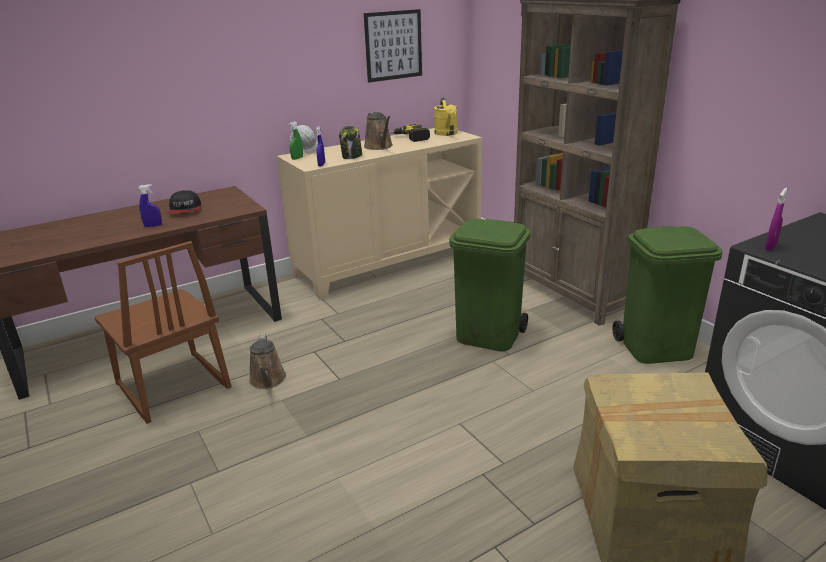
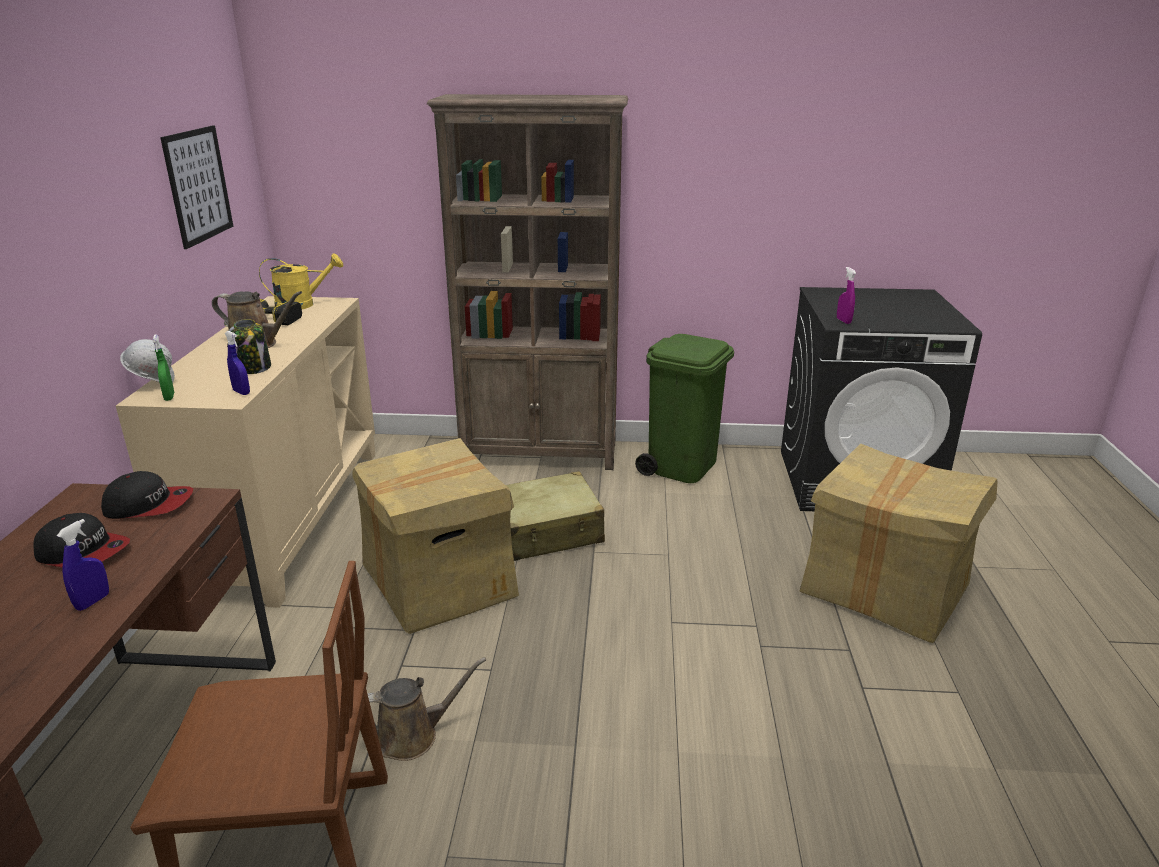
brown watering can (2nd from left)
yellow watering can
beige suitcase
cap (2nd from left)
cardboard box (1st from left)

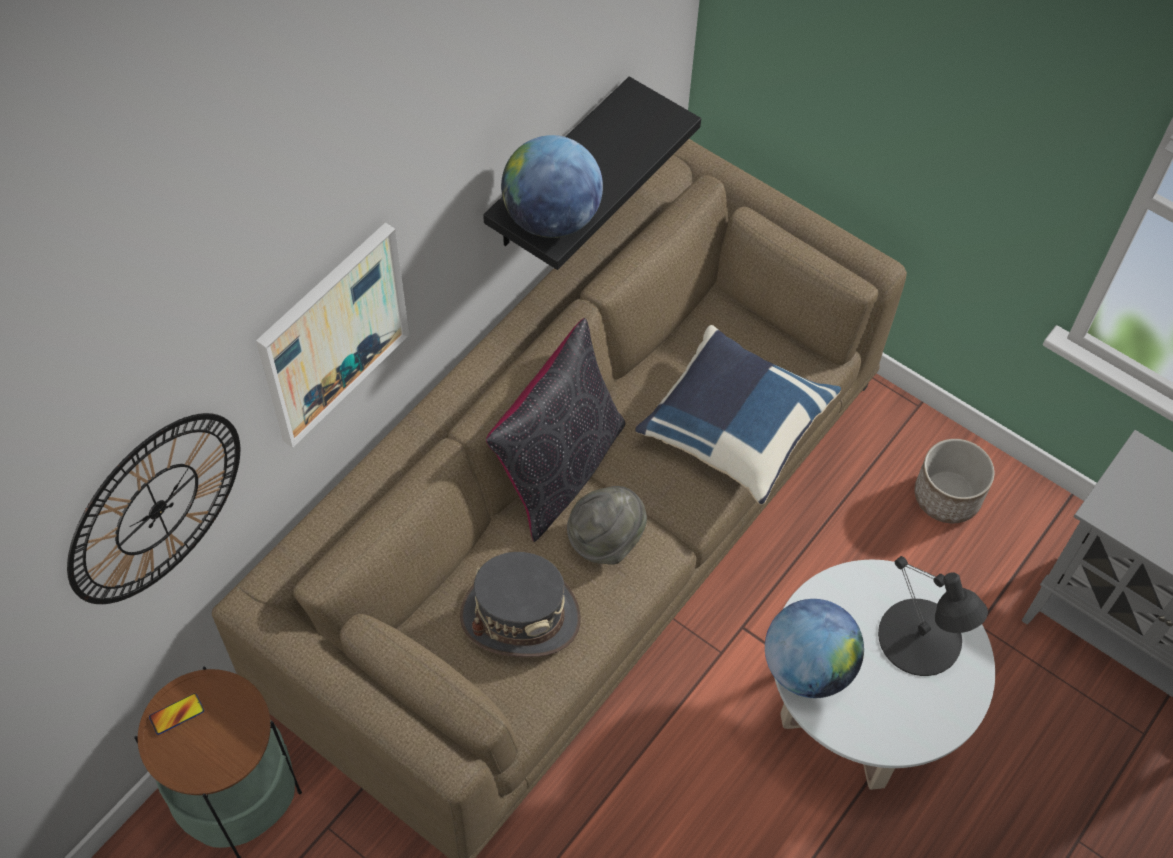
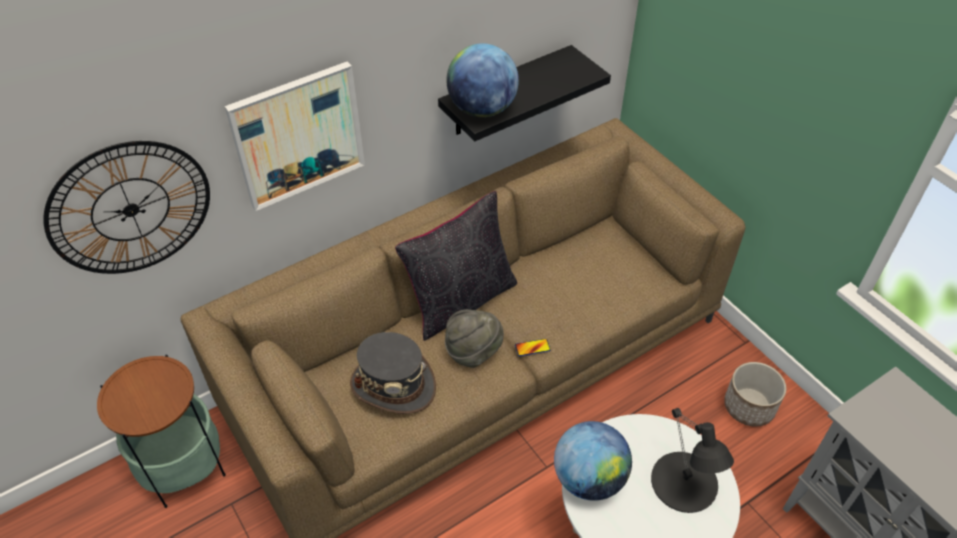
phone
blue pillow

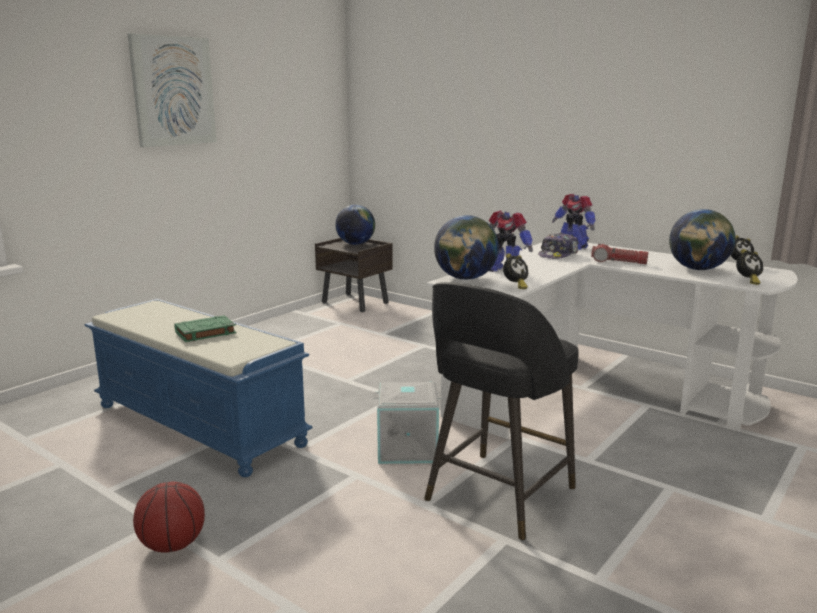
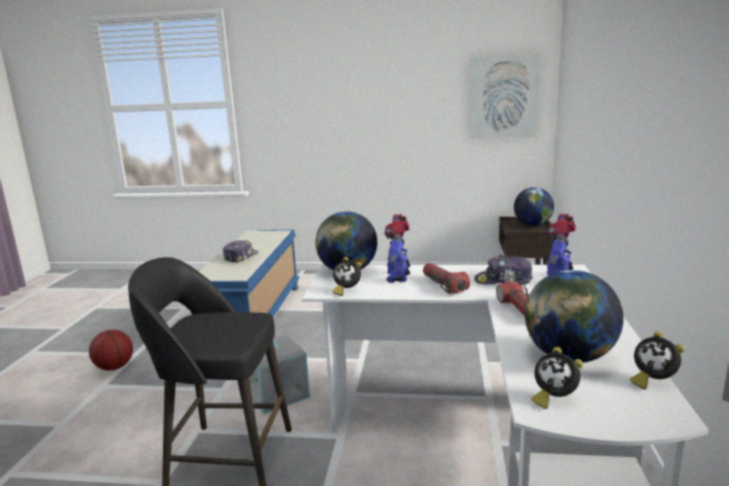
picture
cap (1st from left)
flashlight (1st from left)

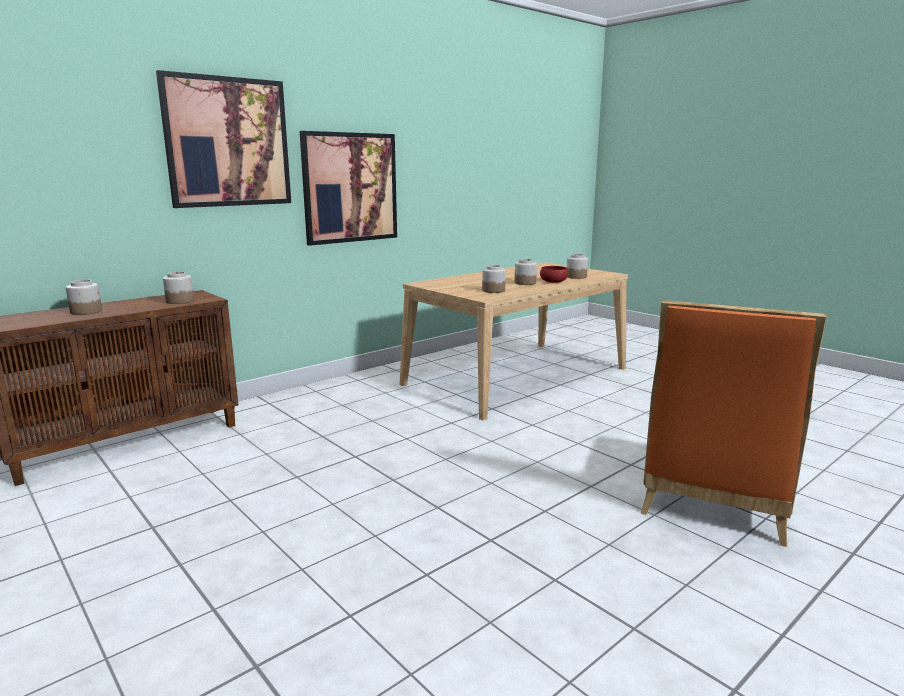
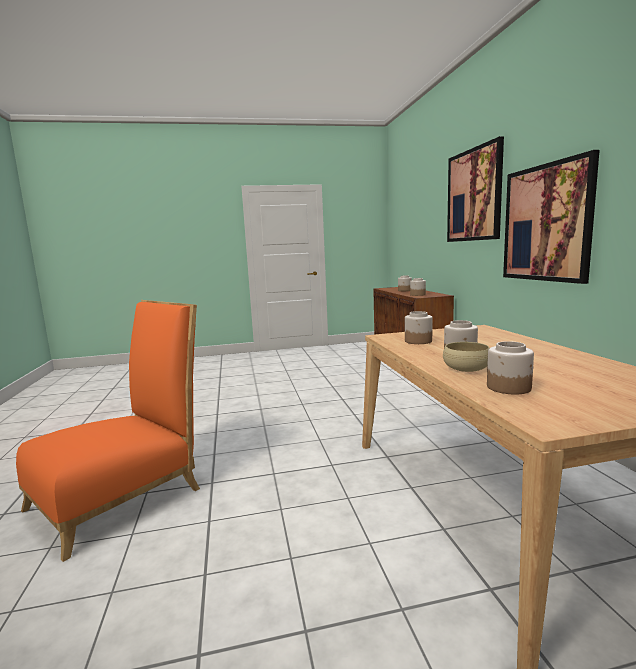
beige bowl
orange chair

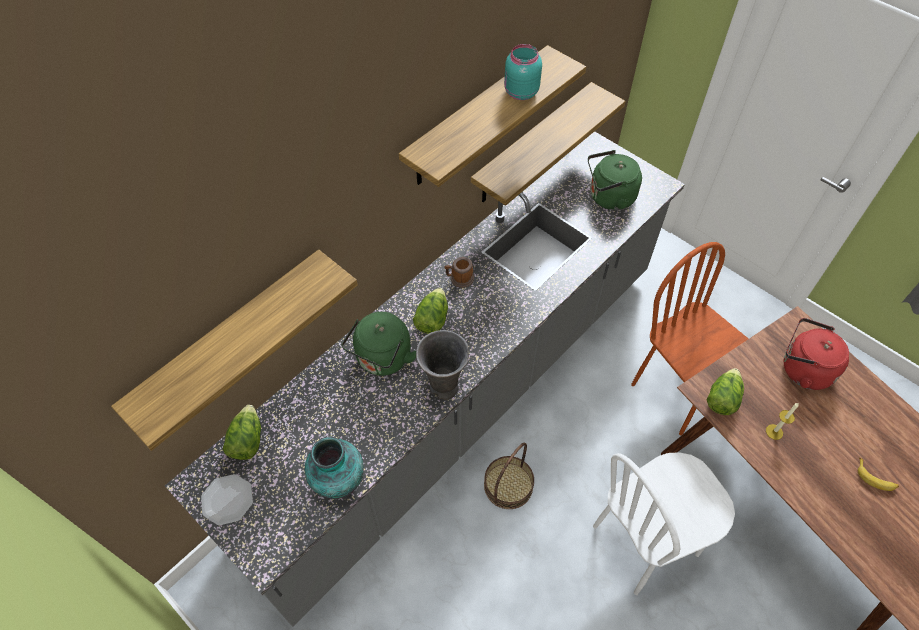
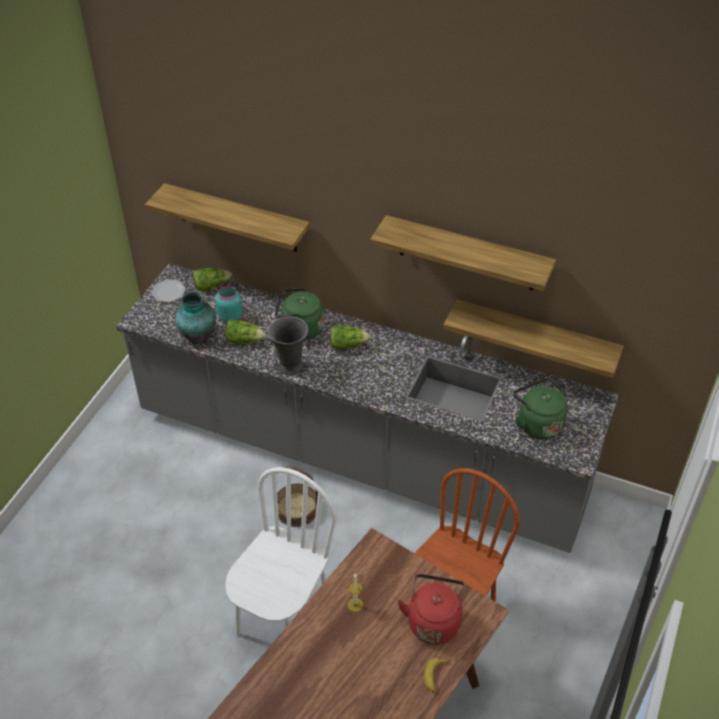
mug
turquoise jar
white chair
lettuce (2nd from left)
banana

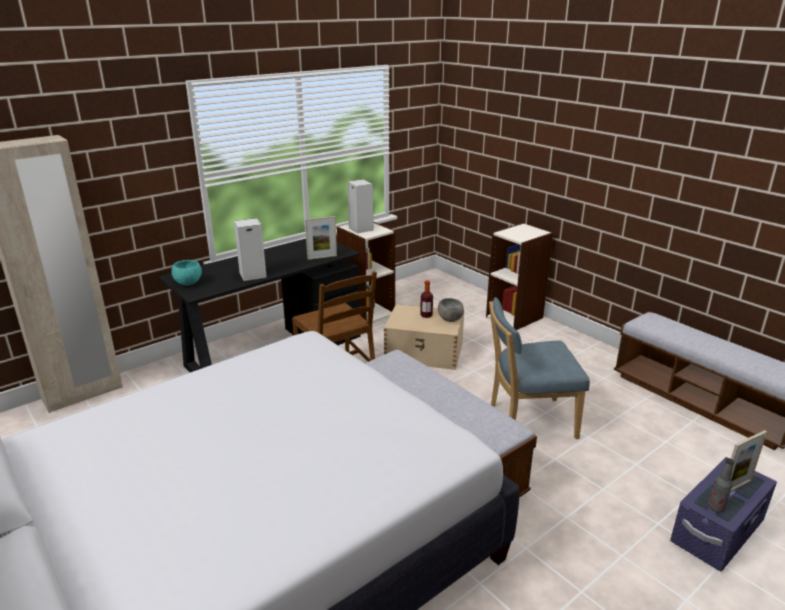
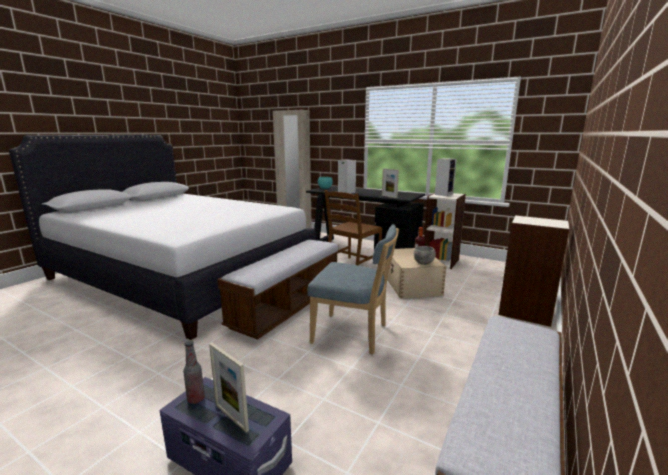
blue chair

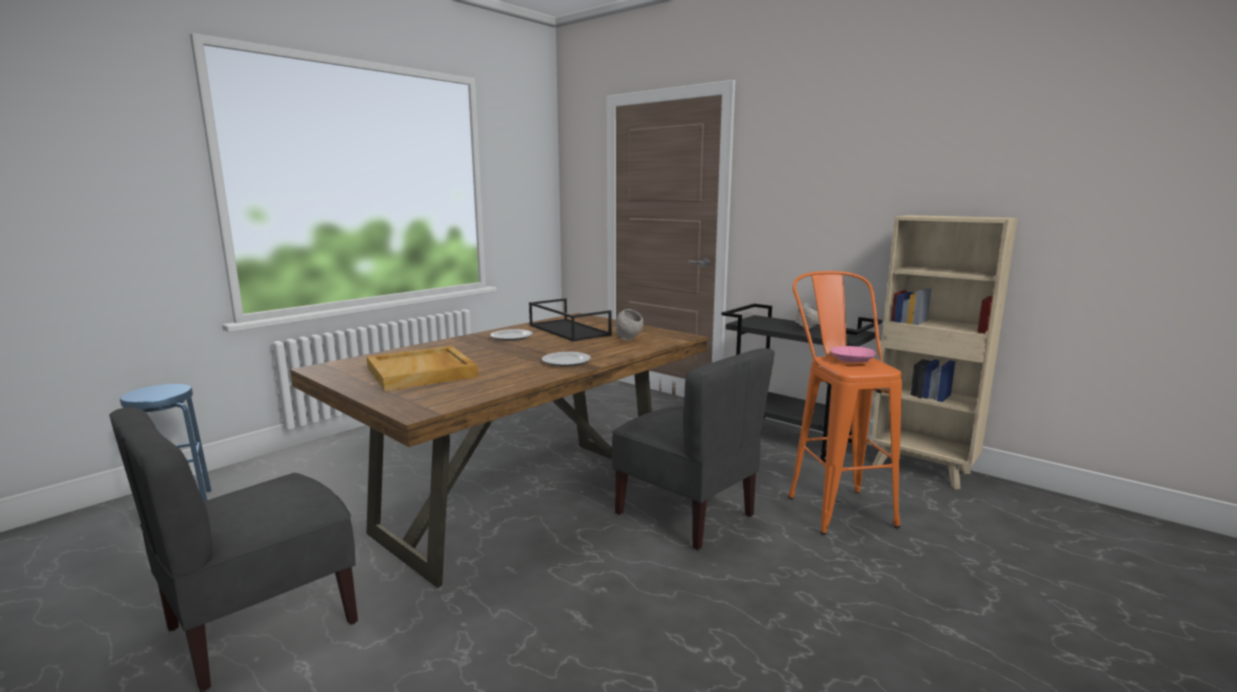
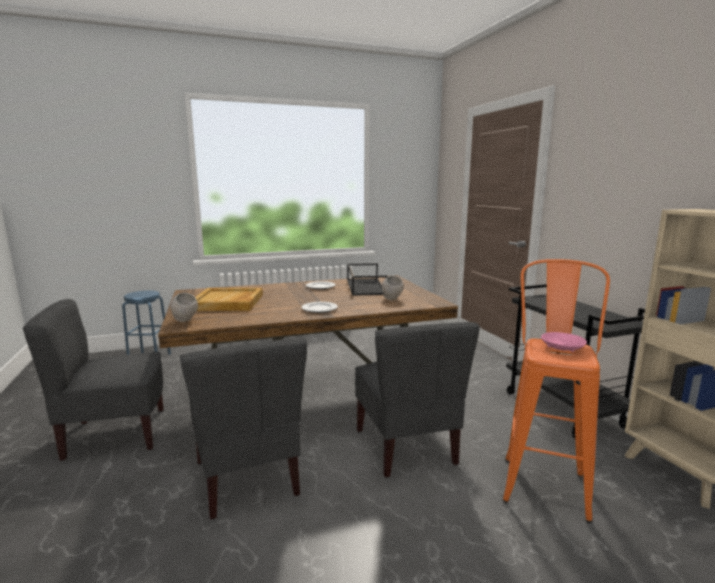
grey bowl (1st from left)
grey chair (2nd from left)

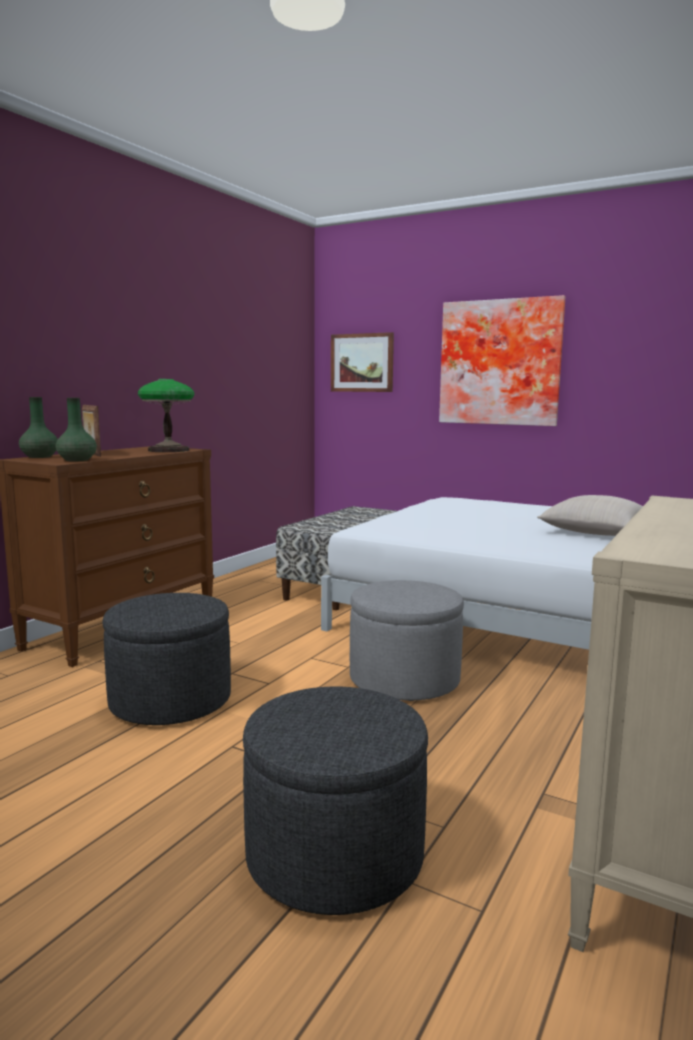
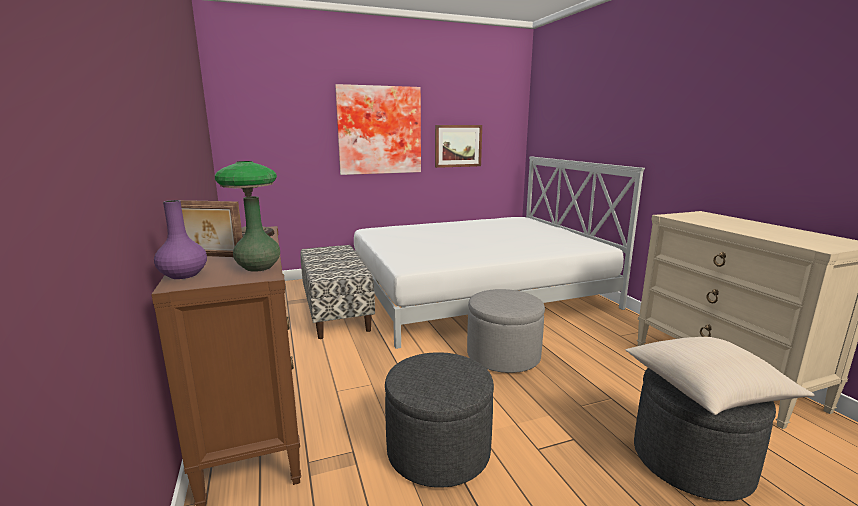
purple vase
picture (2nd from left)
beige pillow

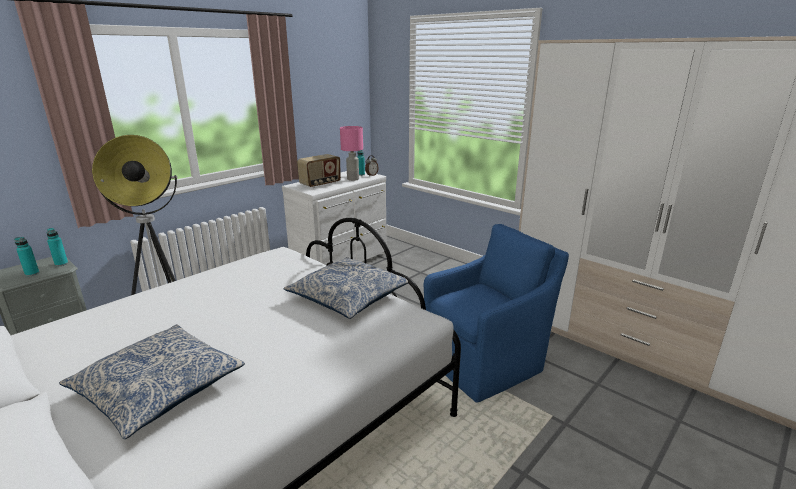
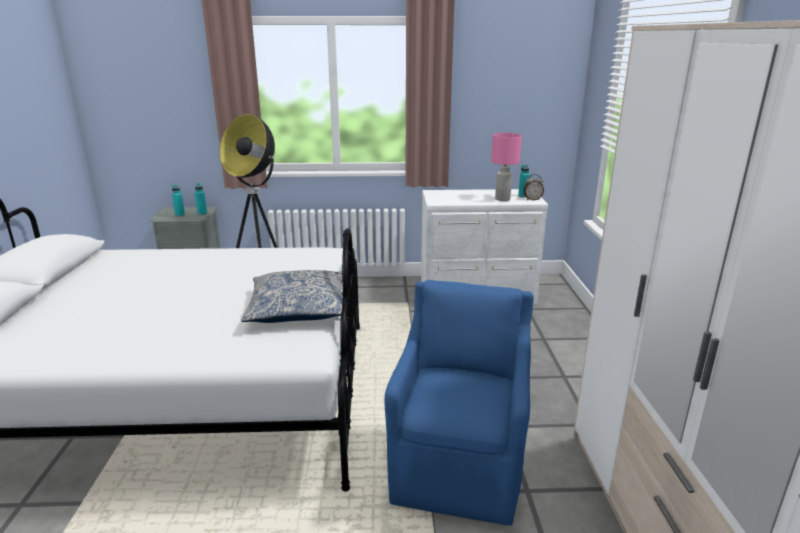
pillow (1st from left in the first image)
radio
blue armchair

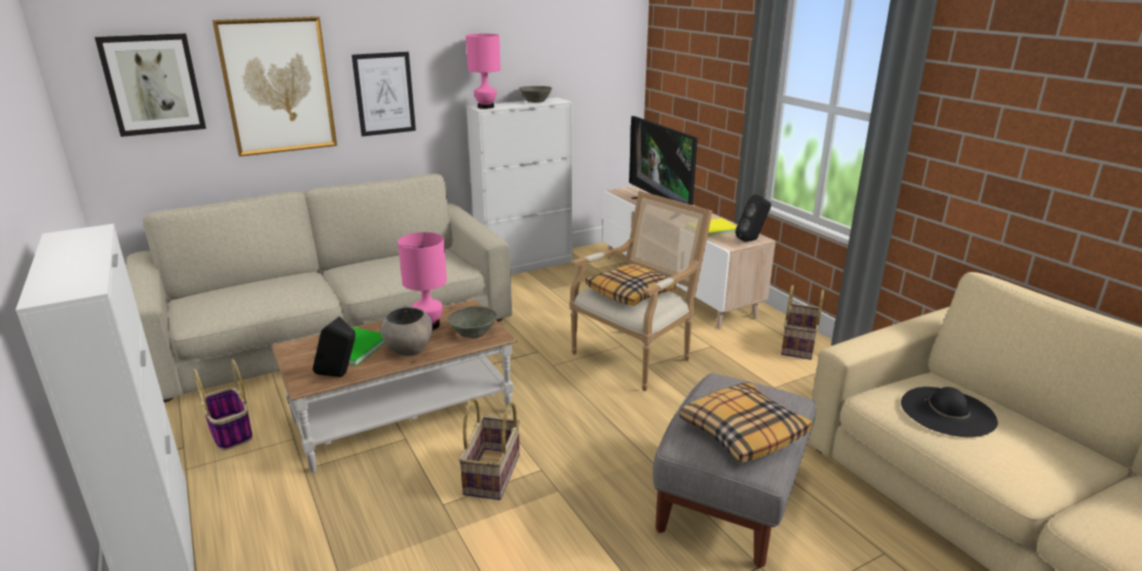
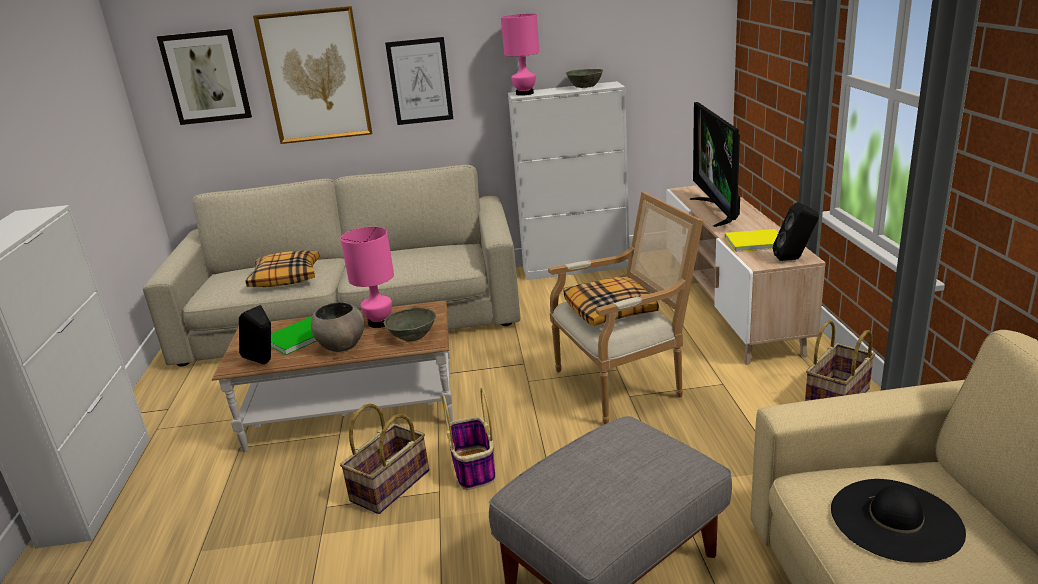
basket (2nd from left)
pillow (1st from left)

